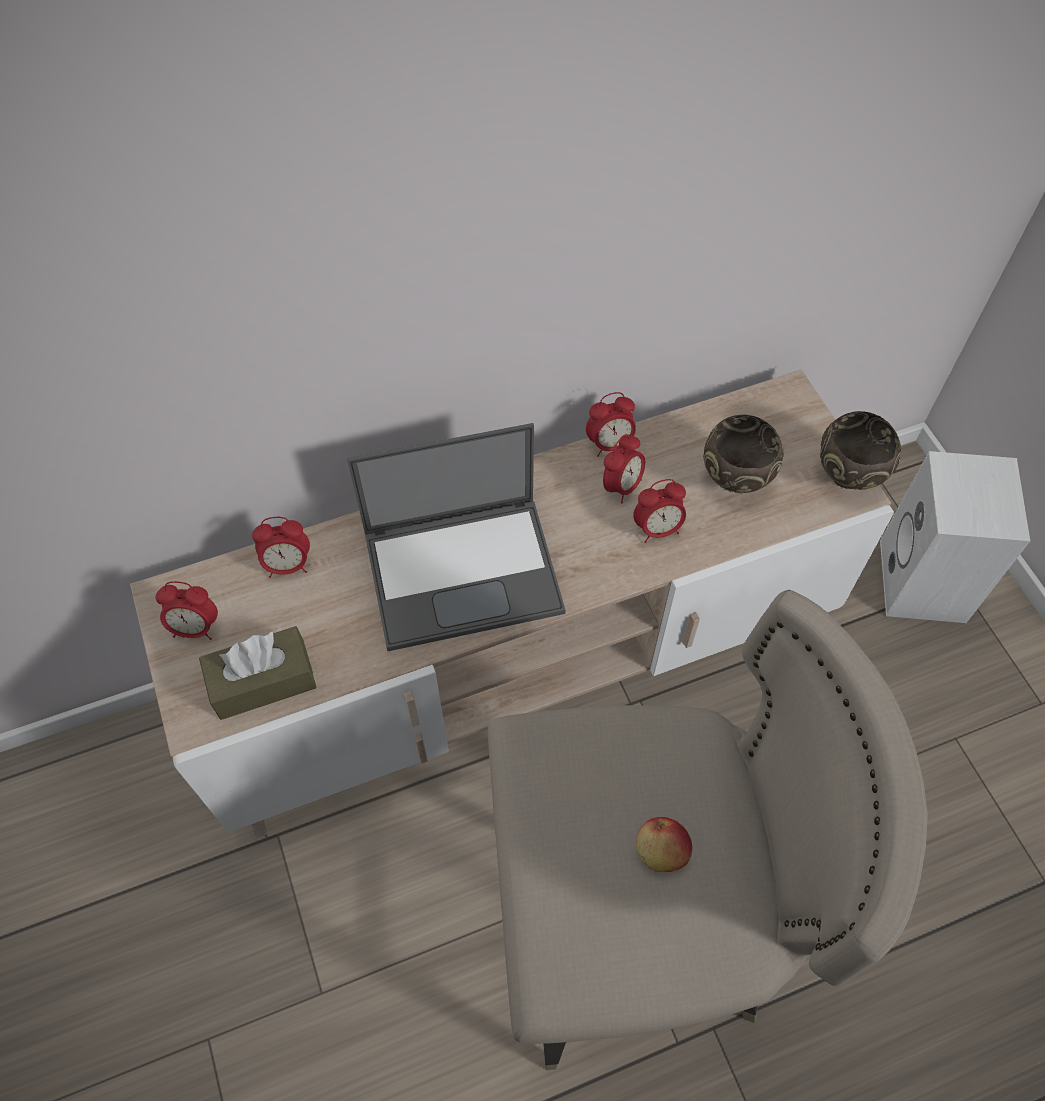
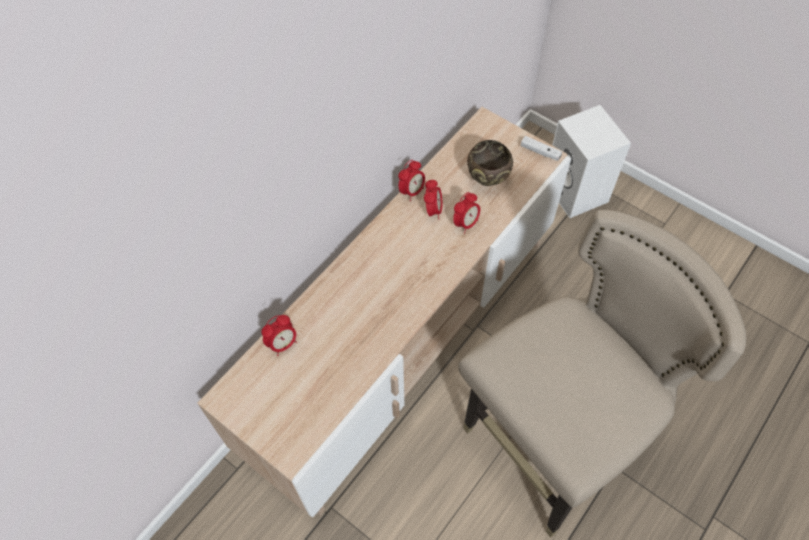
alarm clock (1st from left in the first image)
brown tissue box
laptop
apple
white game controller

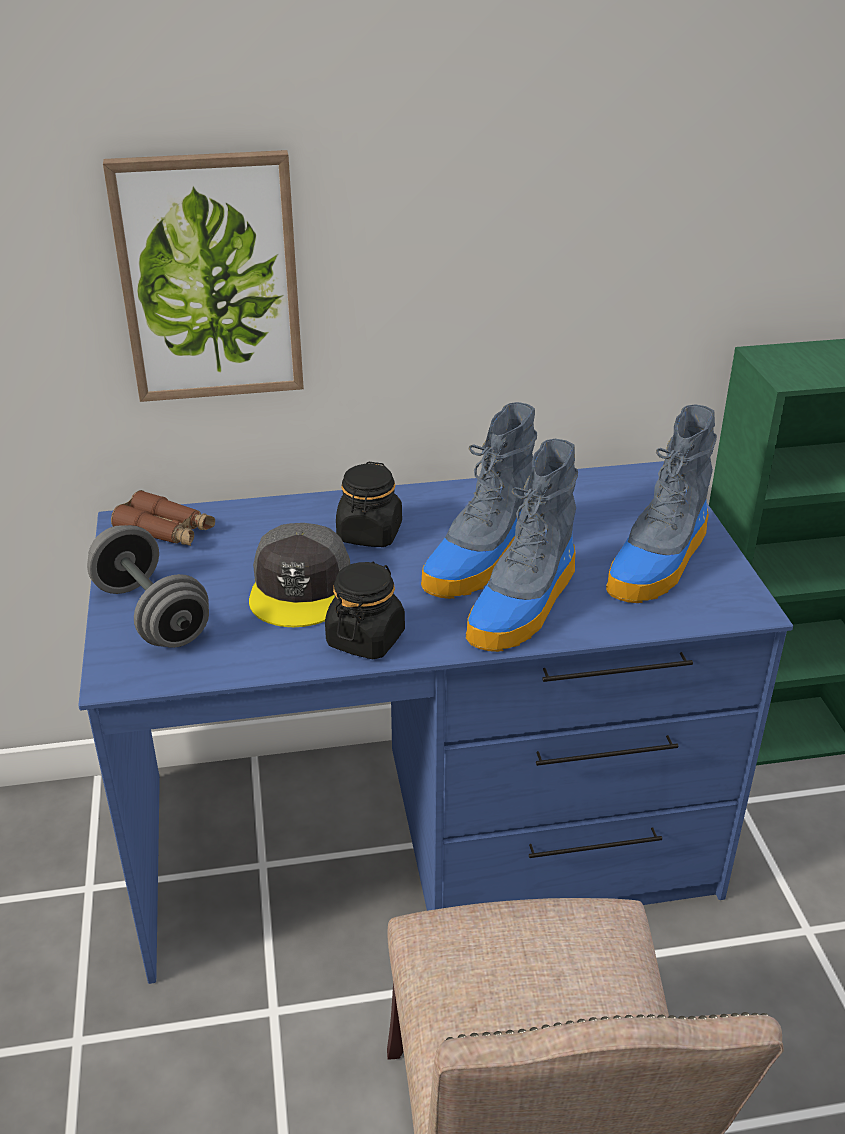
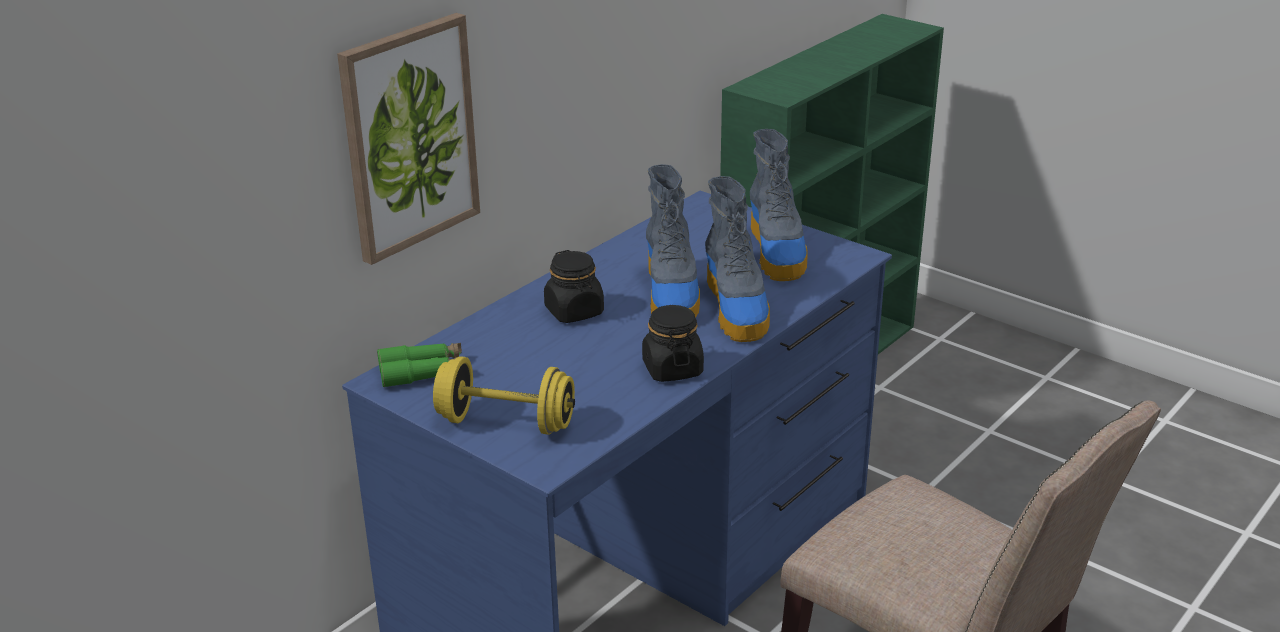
yellow dumbbell
green binoculars
grey cap

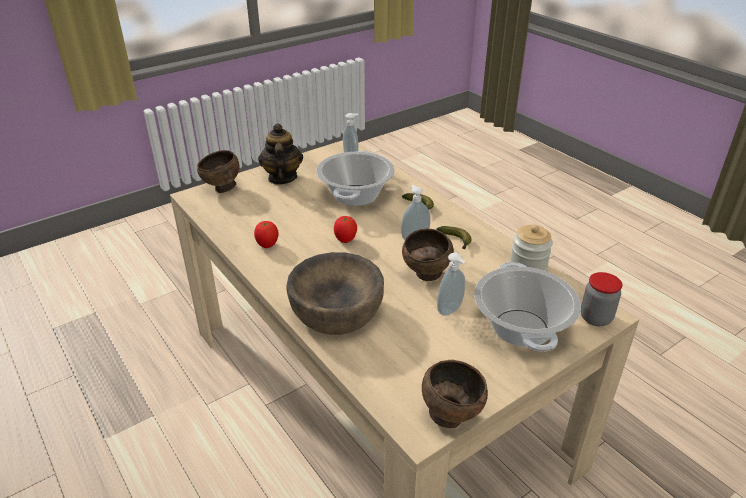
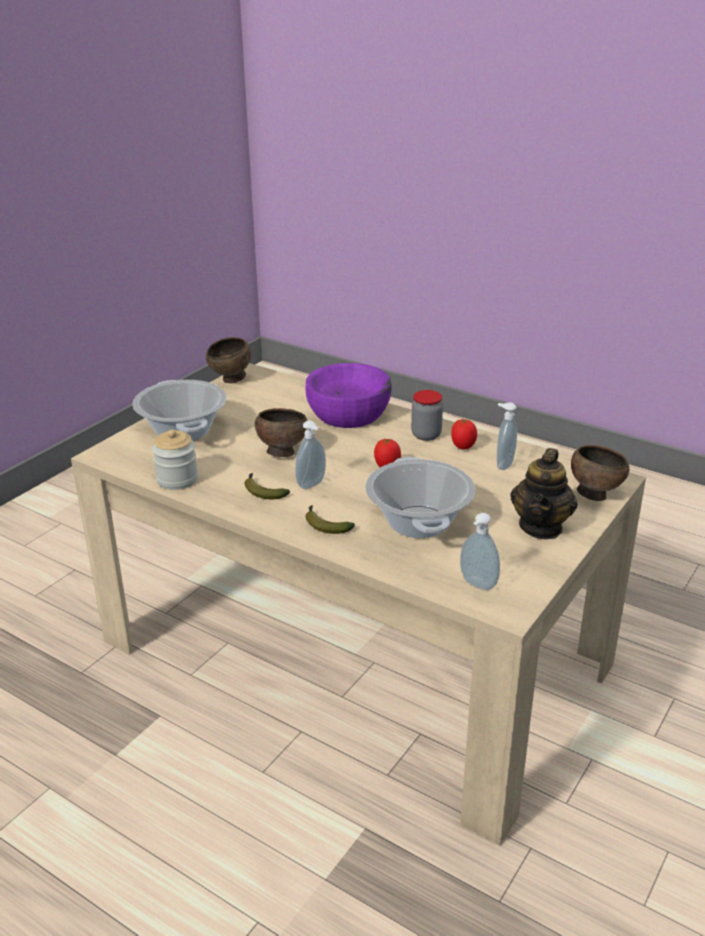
teapot
purple bowl
soap dispenser (3rd from left)
jar (2nd from left)

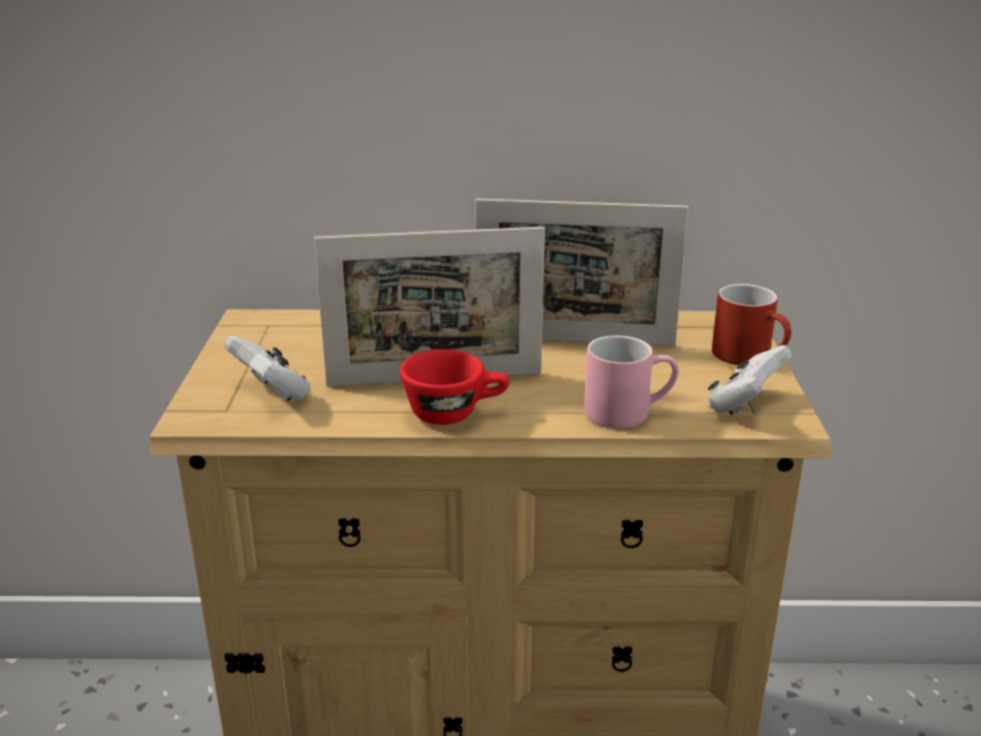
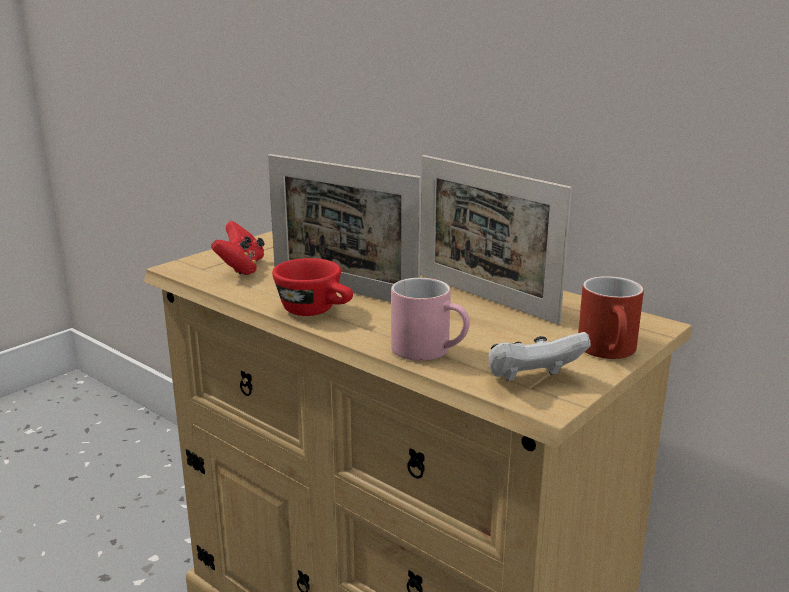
red game controller

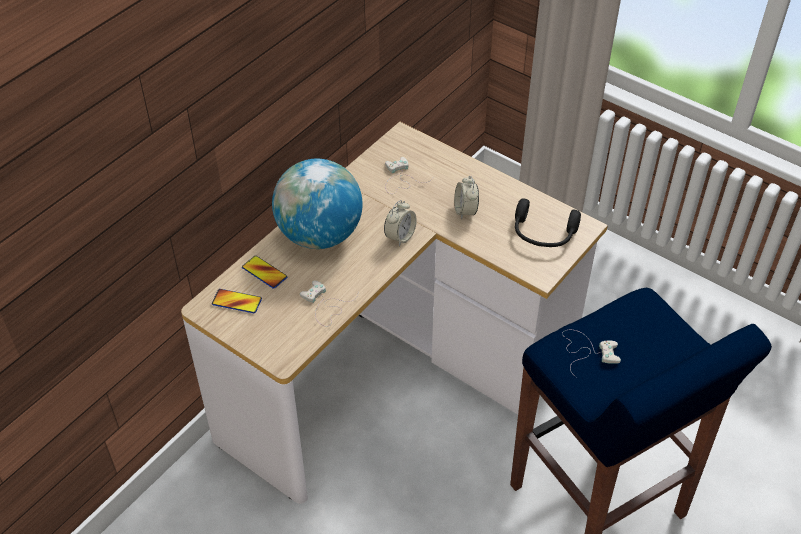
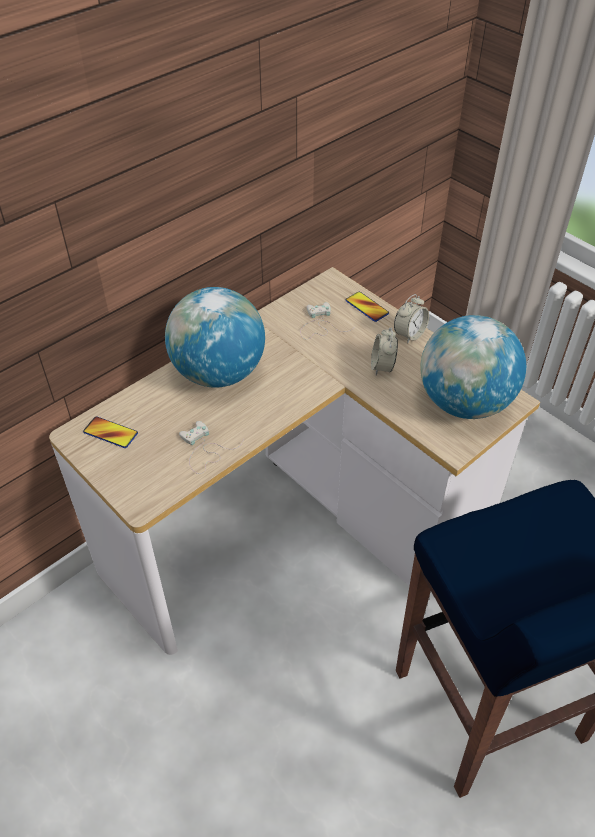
phone (2nd from left)
alarm clock (2nd from left)
globe (2nd from left)
white game controller (3rd from left in the first image)

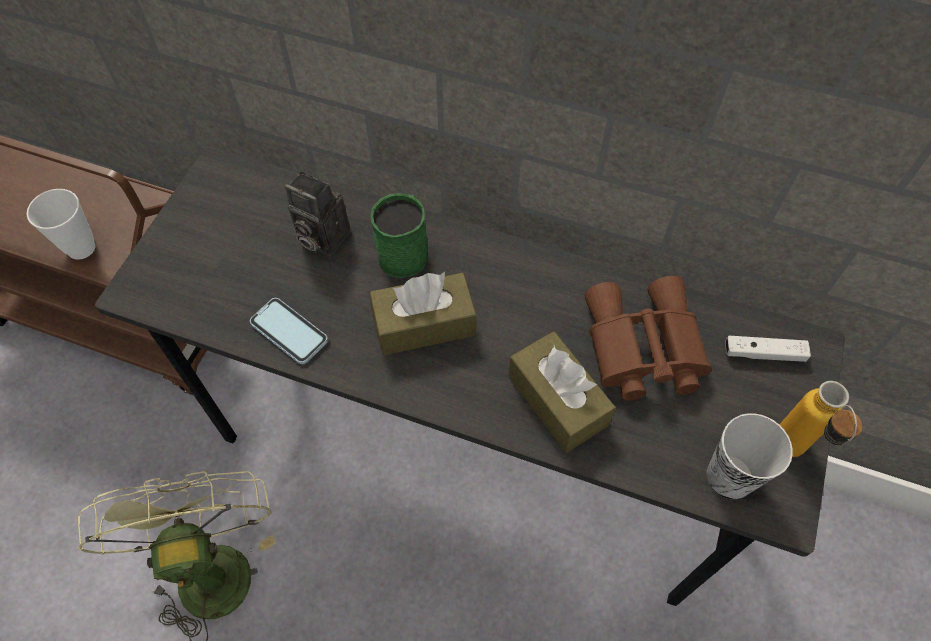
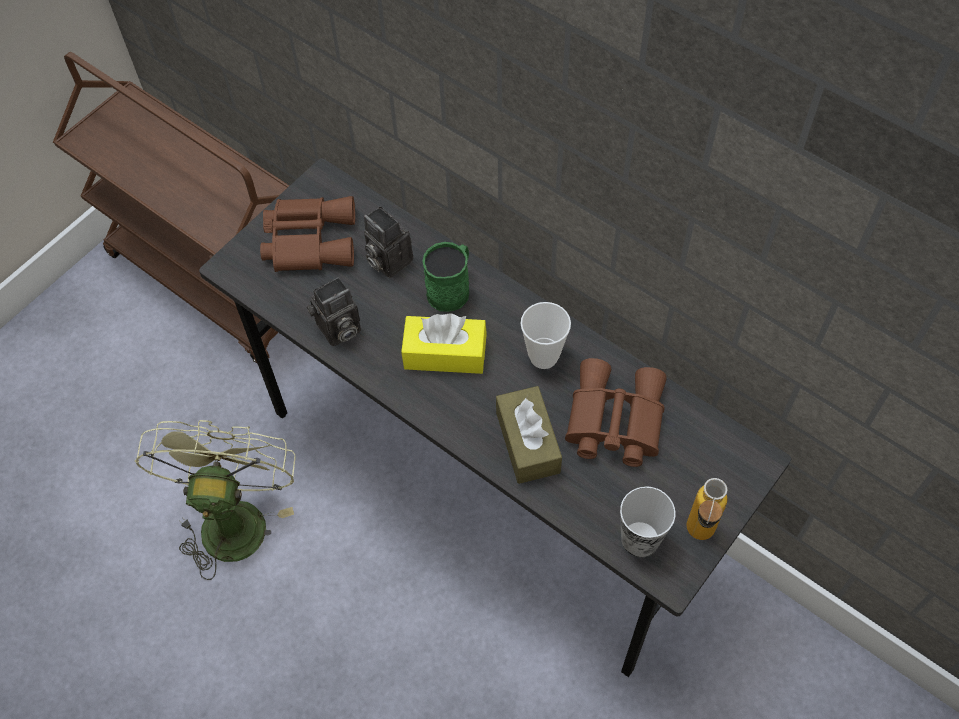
cup (1st from left)
photo camera (1st from left)
yellow tissue box
white game controller
brown binoculars (1st from left)

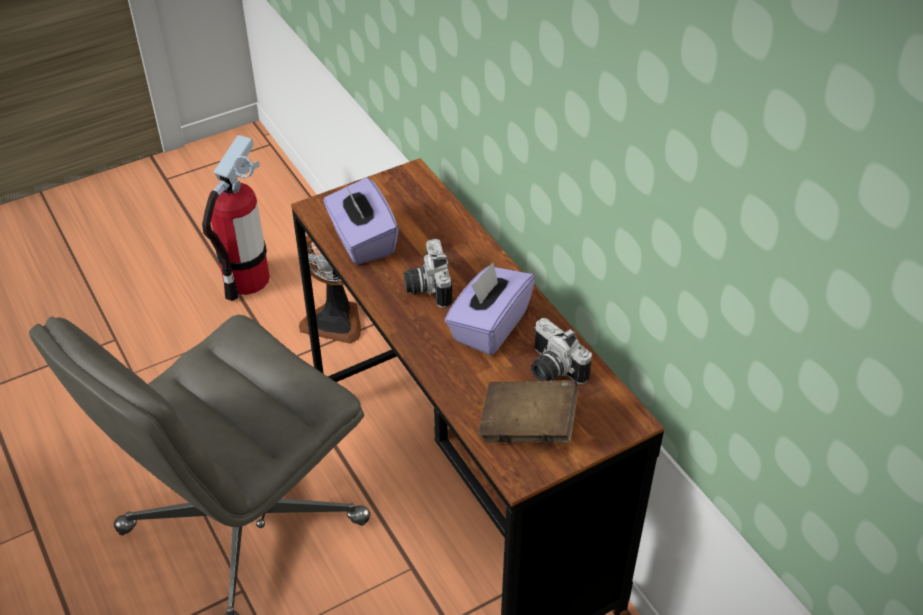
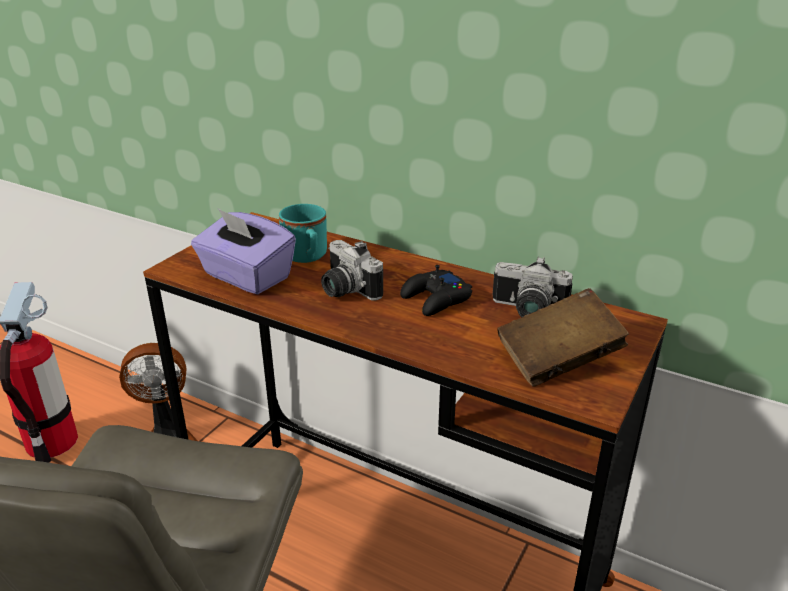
black game controller
turquoise mug

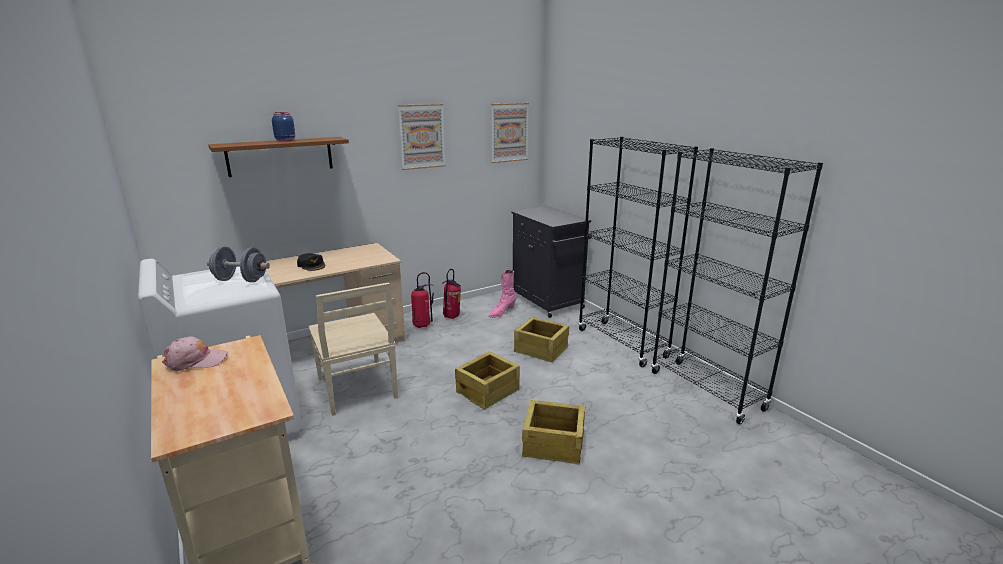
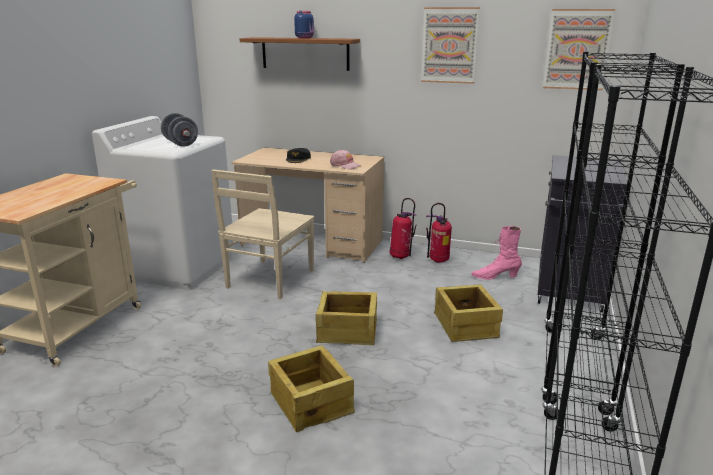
pink cap

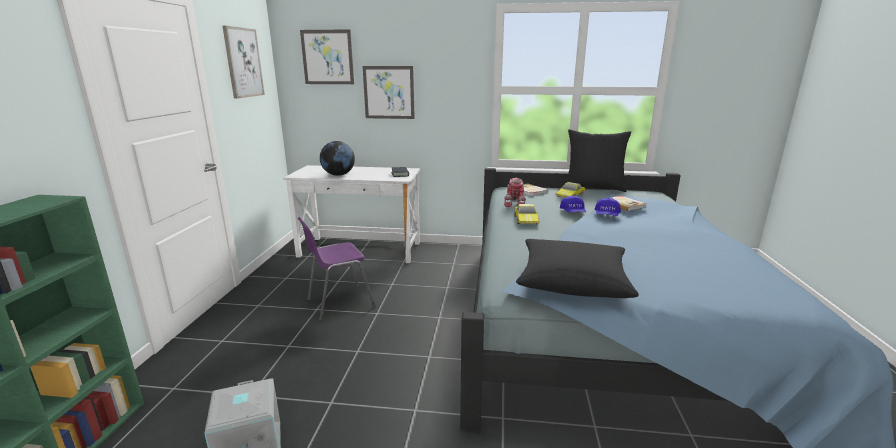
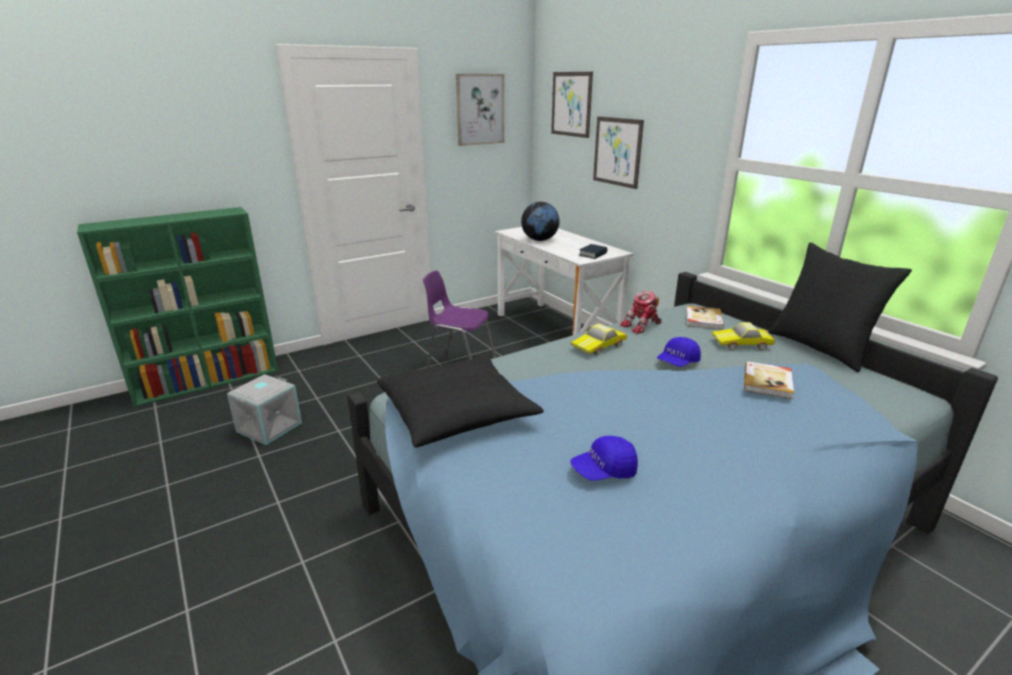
blue cap (1st from left)

